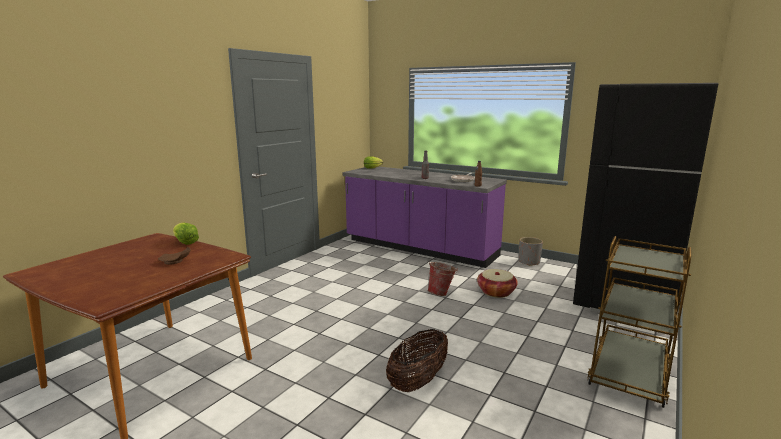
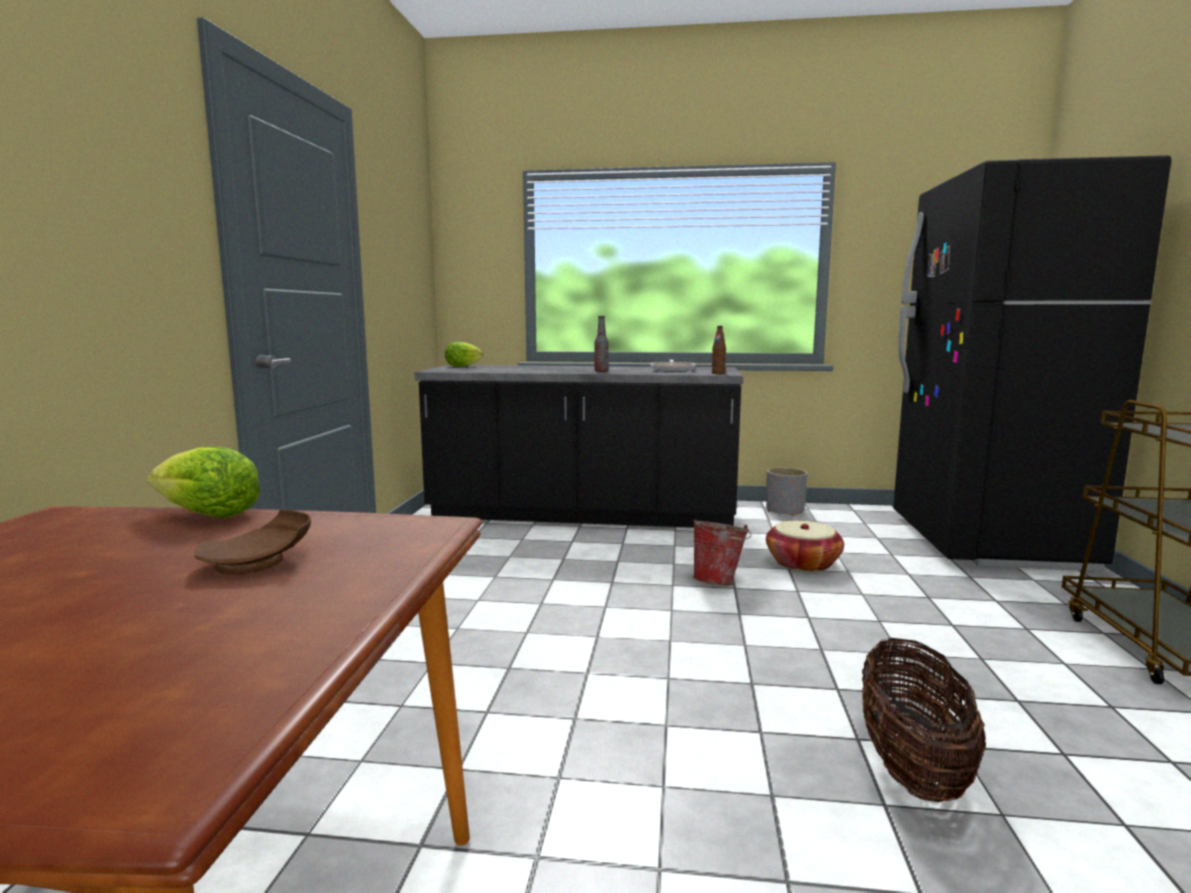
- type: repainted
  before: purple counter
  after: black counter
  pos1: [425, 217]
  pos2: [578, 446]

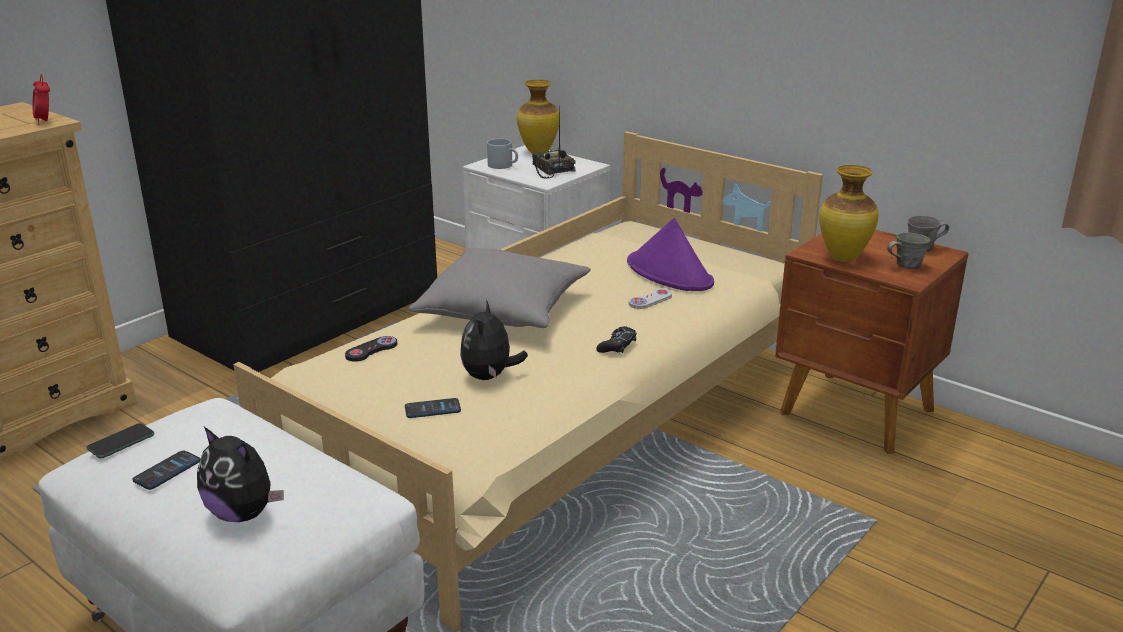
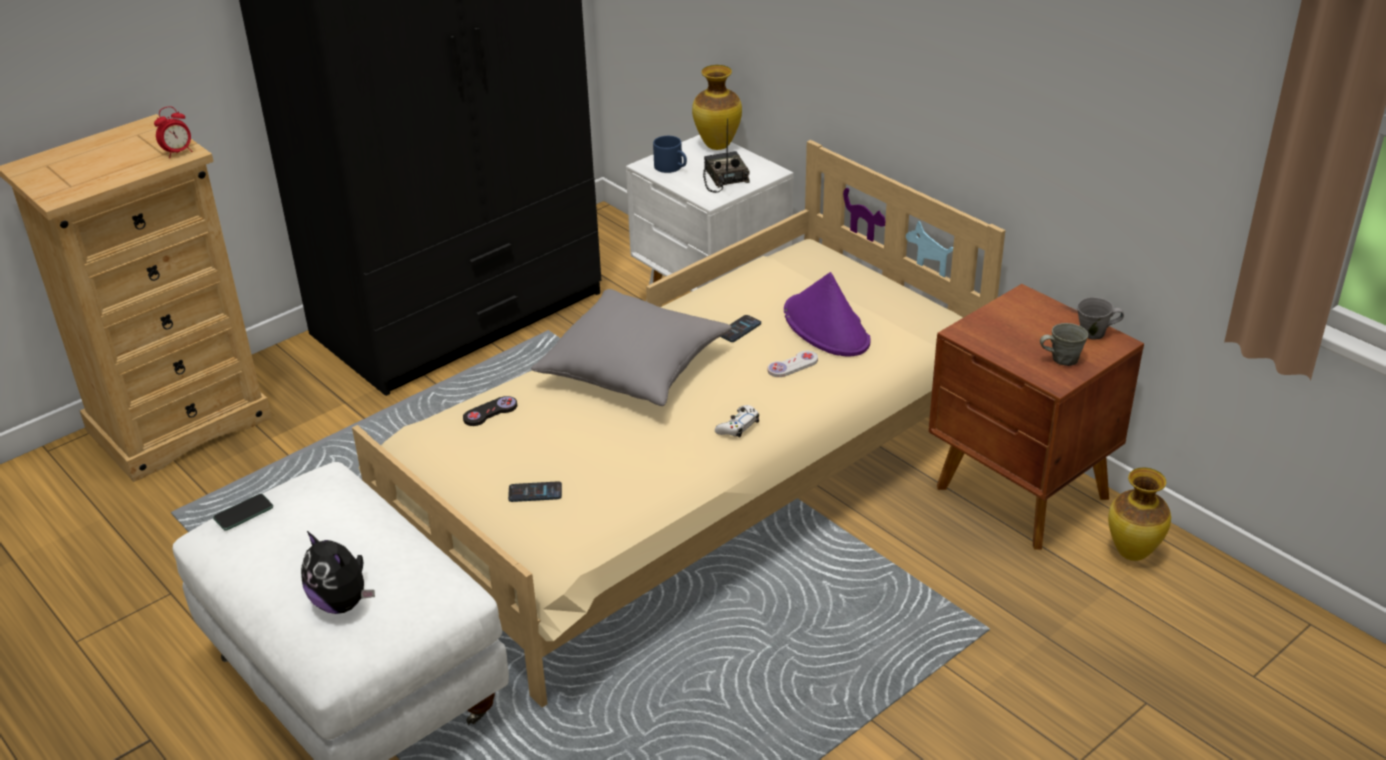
- type: rotated
  before: alarm clock
  pos1: [41, 99]
  pos2: [173, 132]
  turn: -105
- type: repainted
  before: grey mug
  after: blue mug
  pos1: [502, 154]
  pos2: [670, 154]
- type: shifted
  before: vase
  pos1: [849, 213]
  pos2: [1139, 514]
- type: gone
  before: plush toy
  pos1: [494, 340]
- type: repainted
  before: black game controller
  after: white game controller
  pos1: [616, 339]
  pos2: [737, 421]
- type: shifted
  before: phone
  pos1: [166, 470]
  pos2: [741, 328]

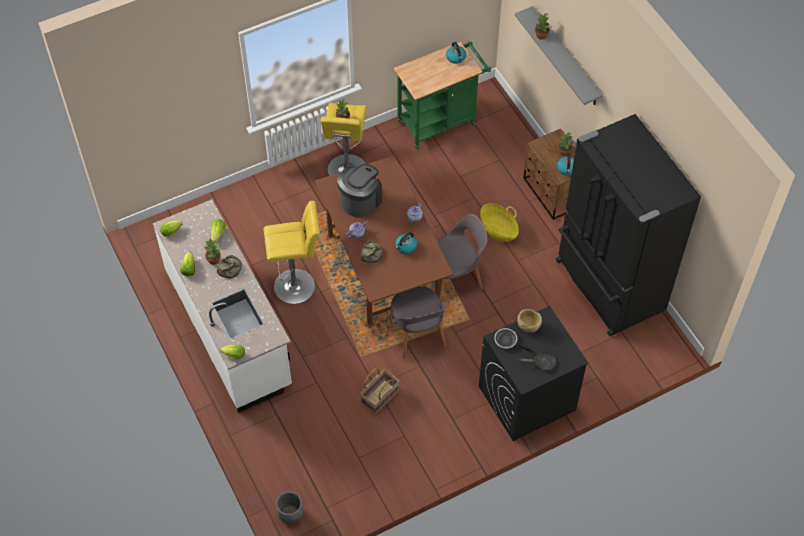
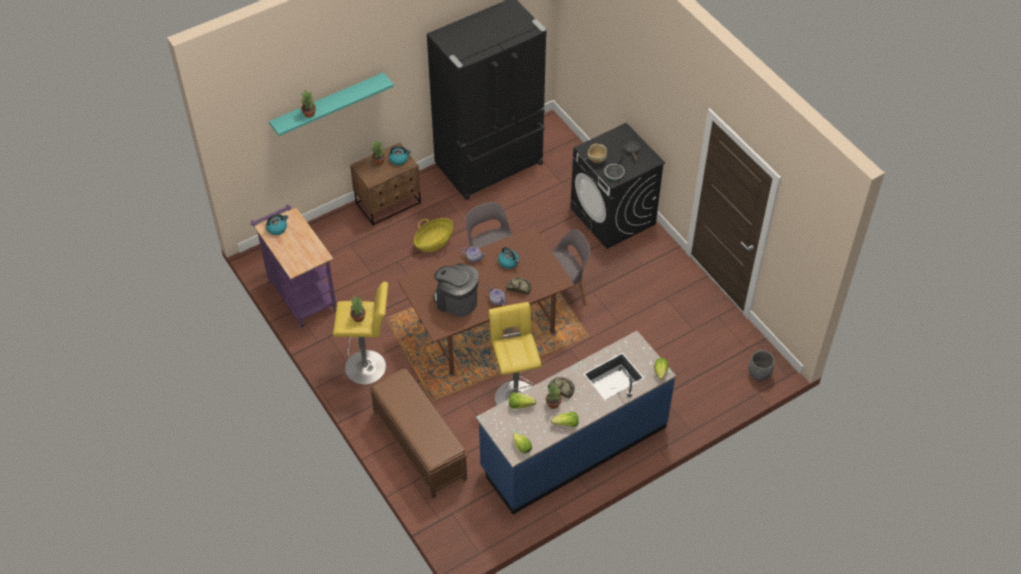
- type: repainted
  before: grey shelf
  after: turquoise shelf
  pos1: [559, 55]
  pos2: [331, 104]
- type: repainted
  before: green cart
  after: purple cart
  pos1: [442, 96]
  pos2: [293, 266]
- type: repainted
  before: white counter
  after: blue counter
  pos1: [222, 306]
  pos2: [576, 422]
- type: gone
  before: basket
  pos1: [380, 391]
- type: new
  after: brown bench
  pos2: [418, 434]

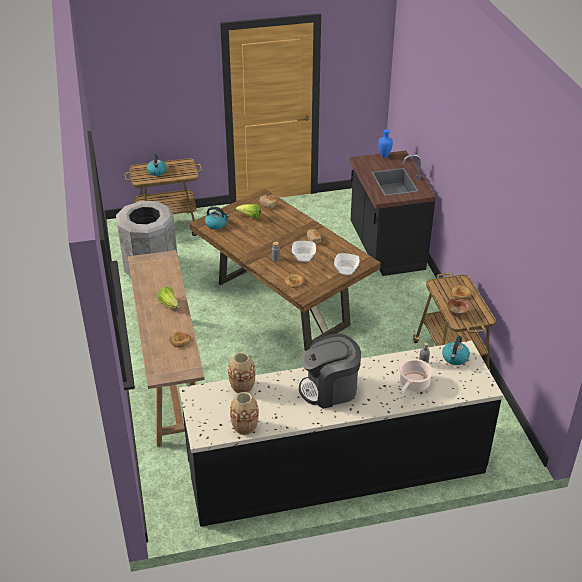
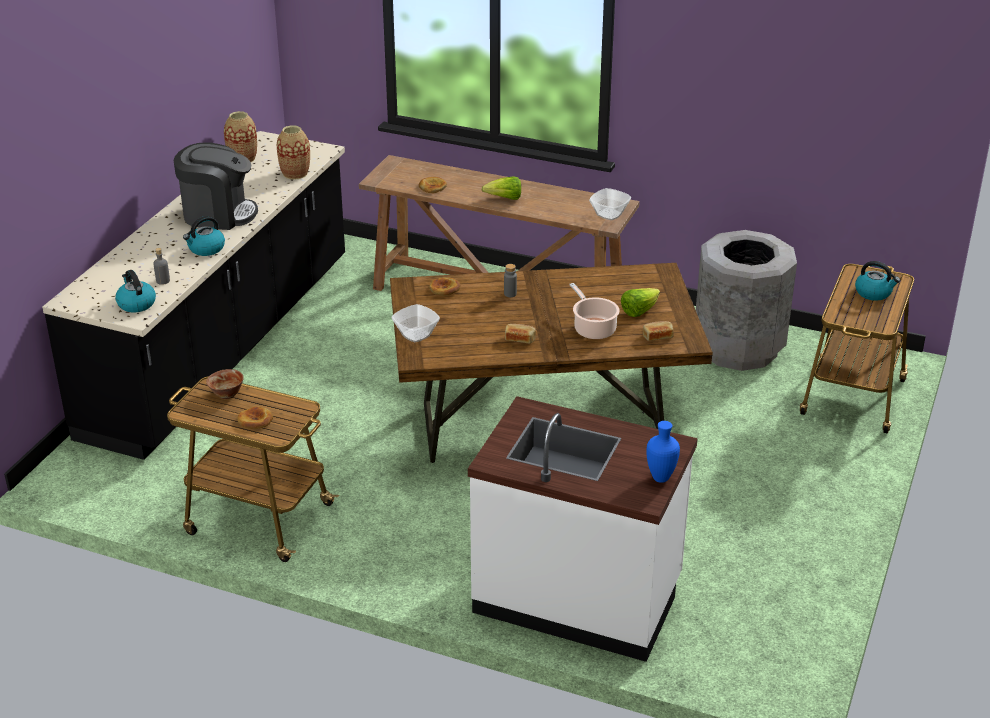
- type: repainted
  before: black counter
  after: white counter
  pos1: [392, 213]
  pos2: [583, 529]
- type: shifted
  before: kettle
  pos1: [217, 218]
  pos2: [204, 236]
- type: shifted
  before: bowl
  pos1: [304, 251]
  pos2: [610, 204]
- type: rotated
  before: coffee machine
  pos1: [330, 371]
  pos2: [216, 186]
  turn: 75
- type: shifted
  before: cooking pot
  pos1: [416, 376]
  pos2: [594, 311]

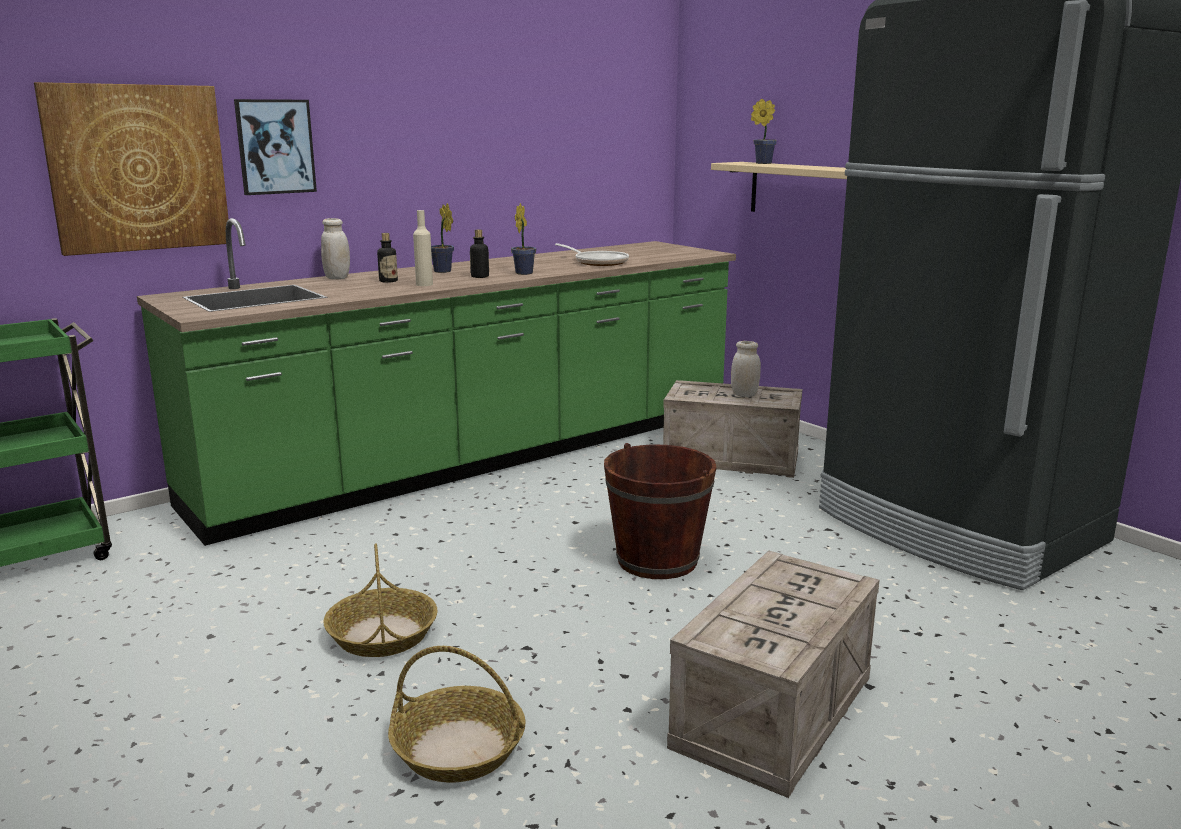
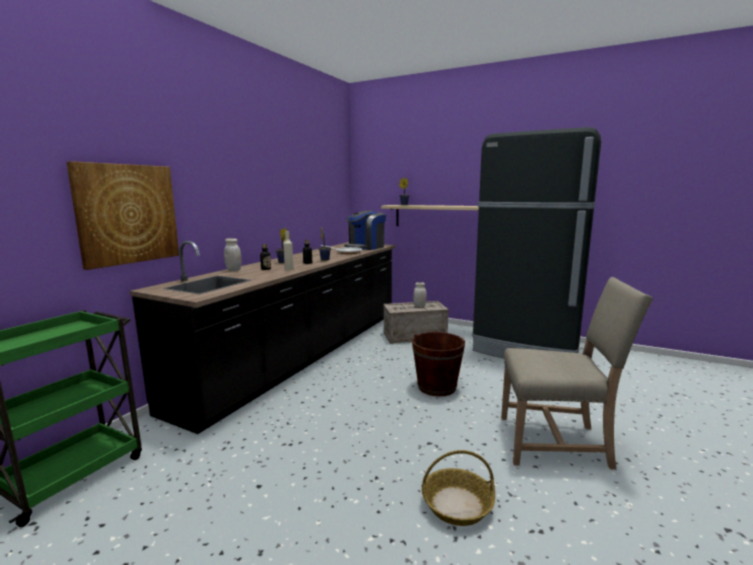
- type: gone
  before: picture
  pos1: [275, 147]
- type: repainted
  before: green counter
  after: black counter
  pos1: [436, 382]
  pos2: [262, 337]
- type: gone
  before: basket
  pos1: [380, 600]
- type: swapped
  before: crate
  after: beige chair
  pos1: [773, 674]
  pos2: [577, 373]
- type: new
  after: coffee machine
  pos2: [365, 230]

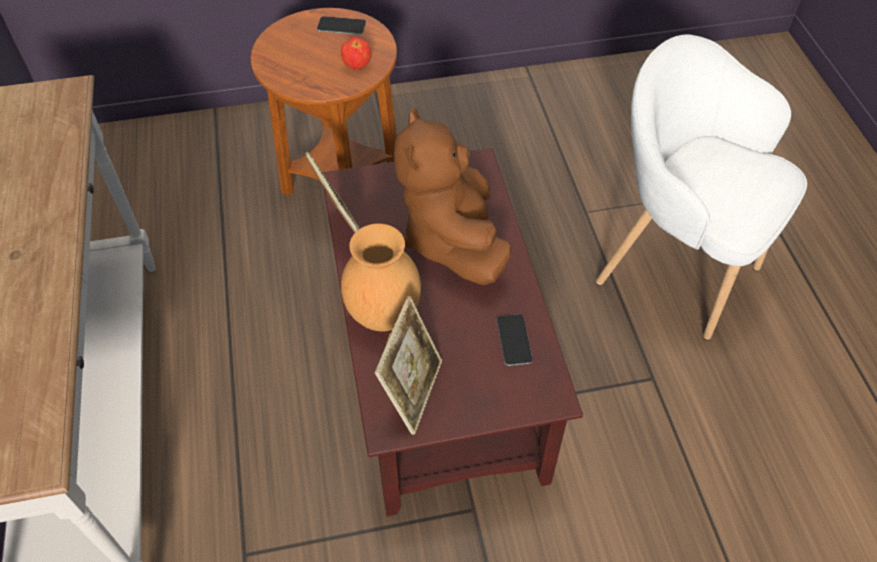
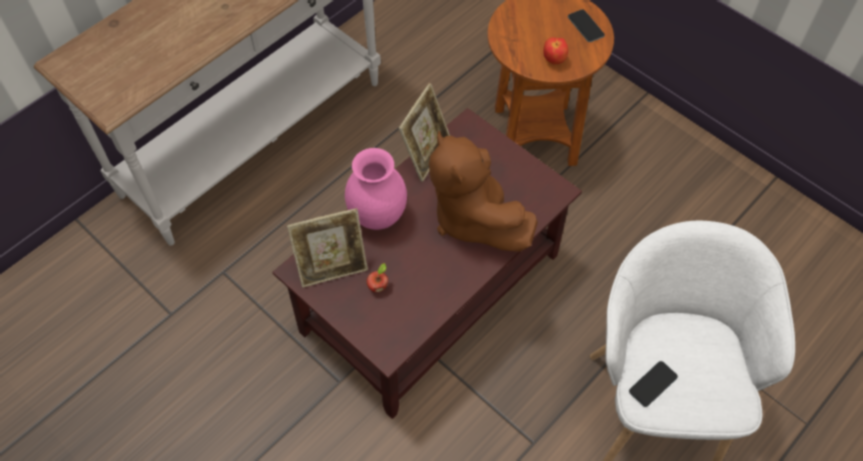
- type: rotated
  before: brown plush toy
  pos1: [452, 196]
  pos2: [483, 191]
  turn: -75
- type: repainted
  before: brown vase
  after: pink vase
  pos1: [381, 278]
  pos2: [376, 189]
- type: shifted
  before: phone
  pos1: [515, 340]
  pos2: [653, 384]
- type: new
  after: apple
  pos2: [377, 277]

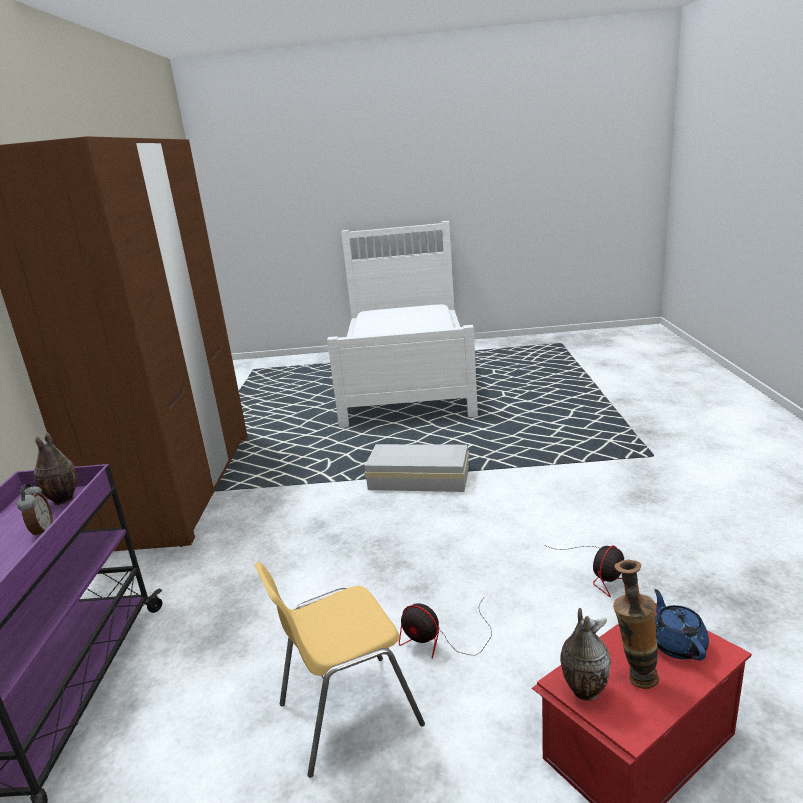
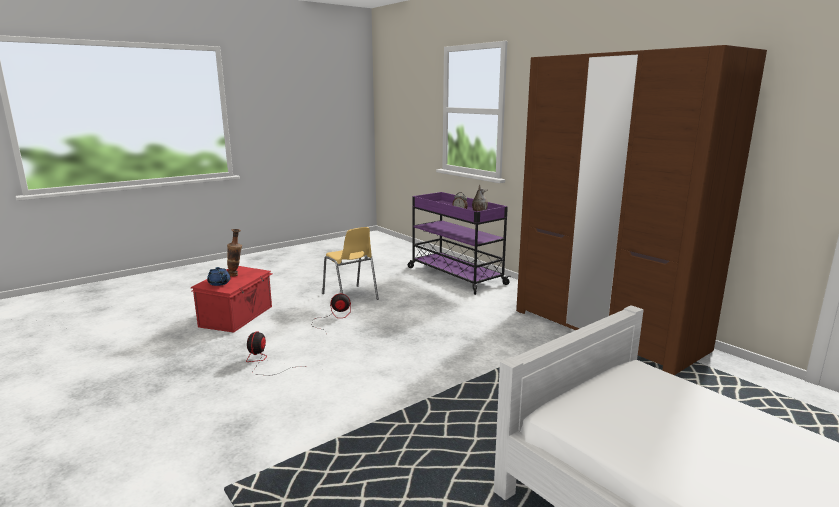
- type: gone
  before: white storage box
  pos1: [416, 468]
- type: rotated
  before: yellow chair
  pos1: [339, 670]
  pos2: [350, 263]
  turn: 120
- type: gone
  before: vase
  pos1: [585, 654]

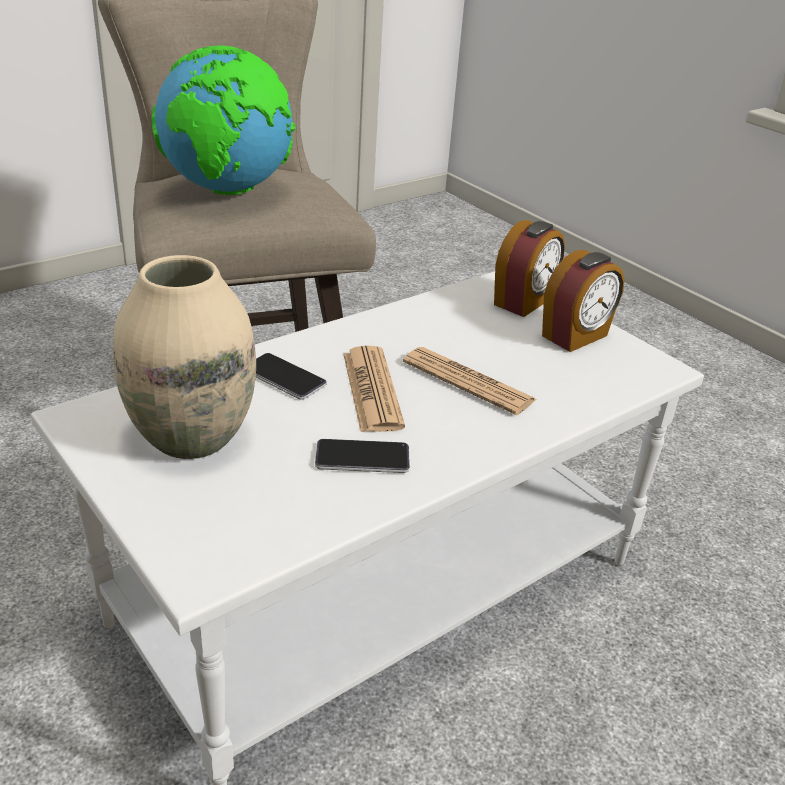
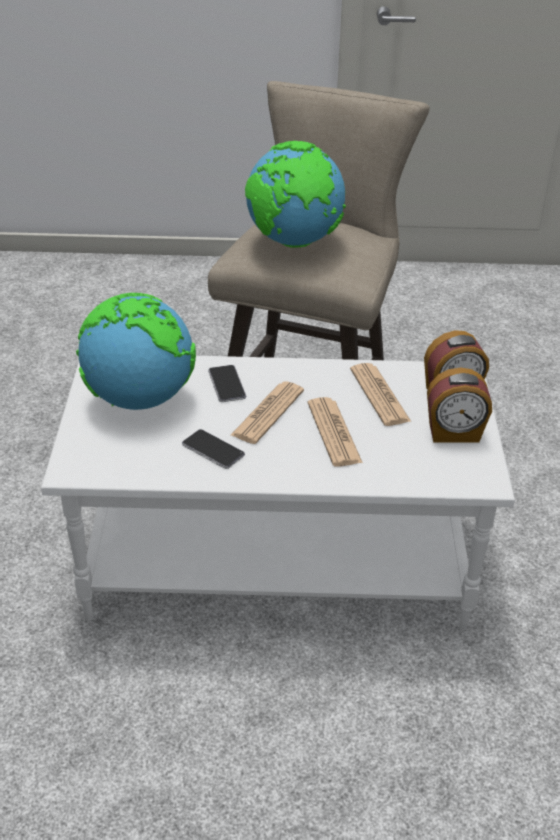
- type: swapped
  before: beige vase
  after: globe
  pos1: [185, 357]
  pos2: [136, 351]
- type: new
  after: newspaper
  pos2: [380, 394]

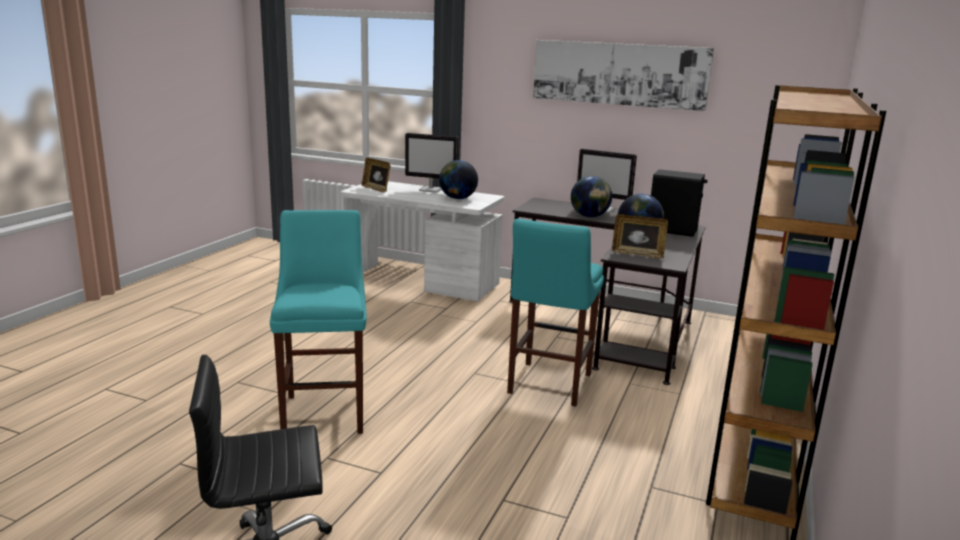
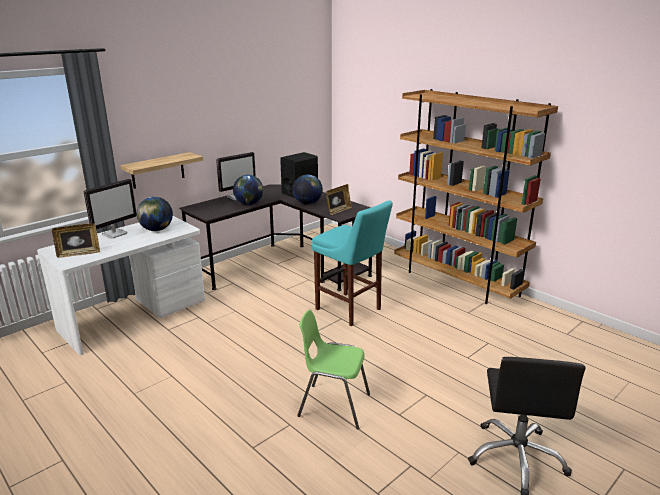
- type: gone
  before: picture
  pos1: [623, 75]
- type: swapped
  before: turquoise stool
  after: green chair
  pos1: [318, 322]
  pos2: [333, 369]
- type: new
  after: shelf
  pos2: [161, 170]

